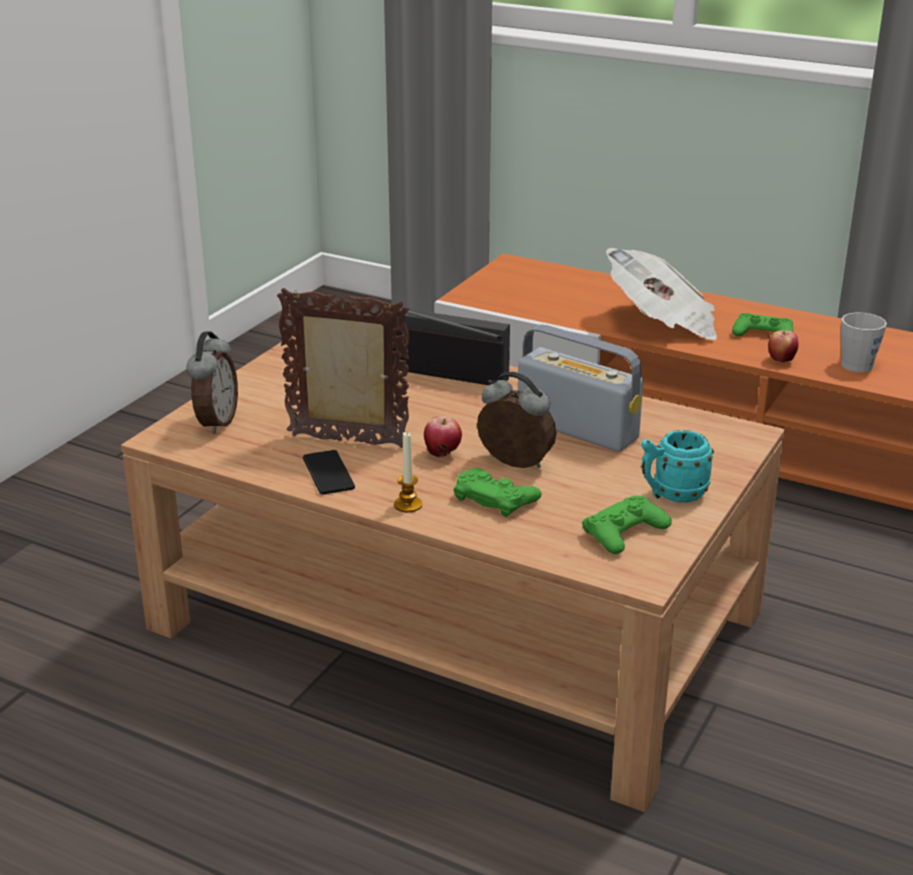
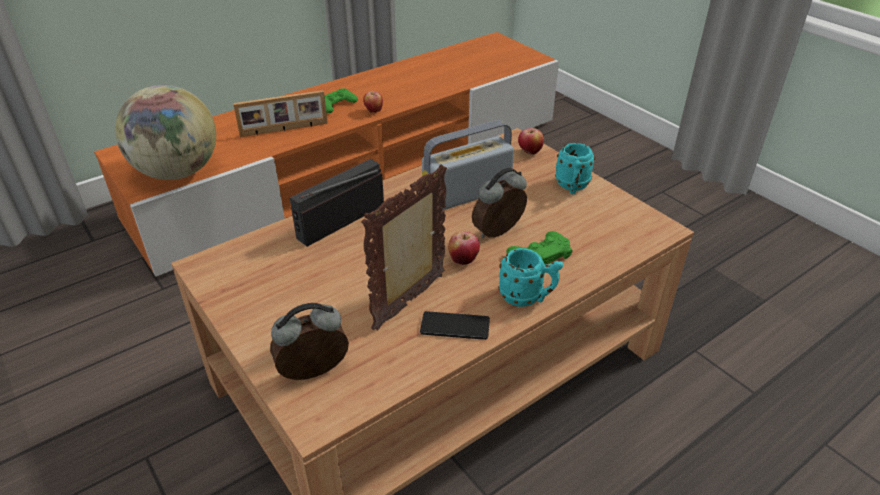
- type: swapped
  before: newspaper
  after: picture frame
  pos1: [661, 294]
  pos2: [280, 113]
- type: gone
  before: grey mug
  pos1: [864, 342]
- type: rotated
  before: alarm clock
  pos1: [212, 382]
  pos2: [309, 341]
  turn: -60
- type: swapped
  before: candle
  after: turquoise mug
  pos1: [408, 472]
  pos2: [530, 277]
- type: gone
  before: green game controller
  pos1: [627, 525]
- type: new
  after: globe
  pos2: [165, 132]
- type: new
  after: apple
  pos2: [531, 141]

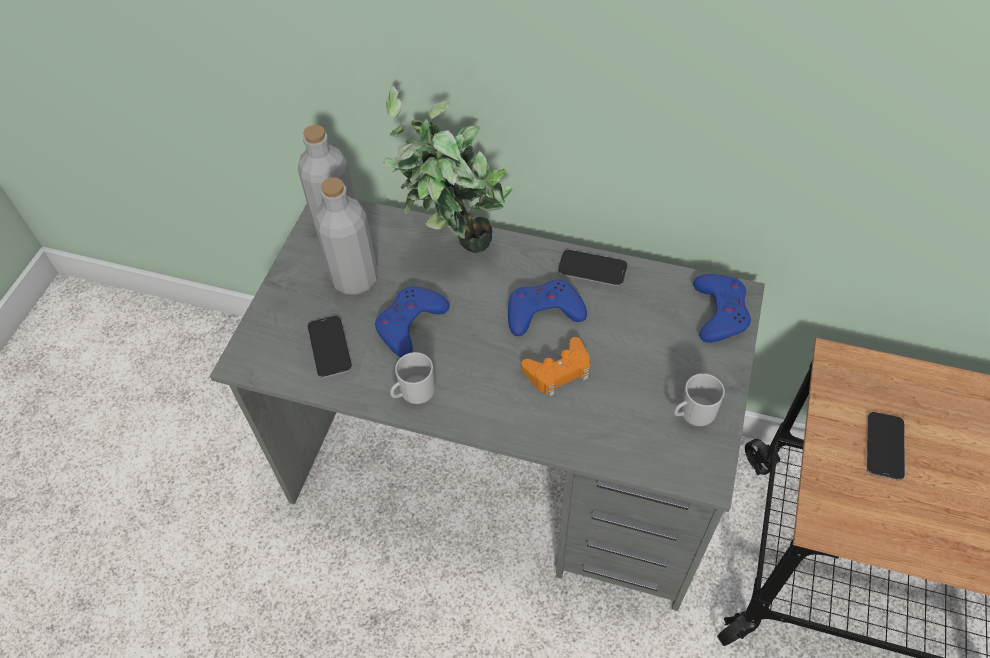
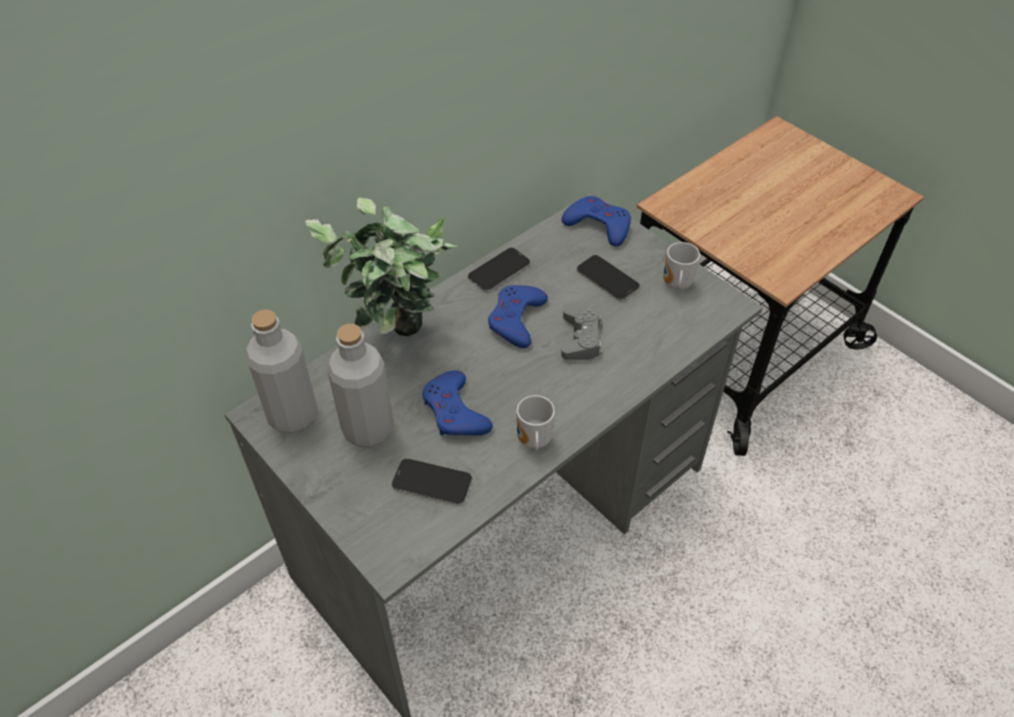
- type: repainted
  before: orange game controller
  after: grey game controller
  pos1: [556, 367]
  pos2: [581, 333]
- type: shifted
  before: phone
  pos1: [885, 446]
  pos2: [608, 278]

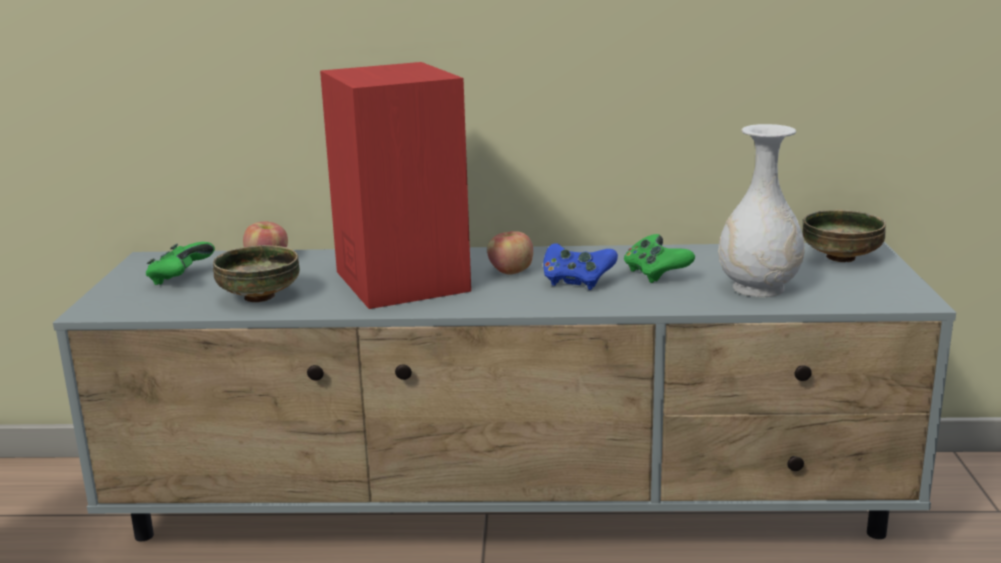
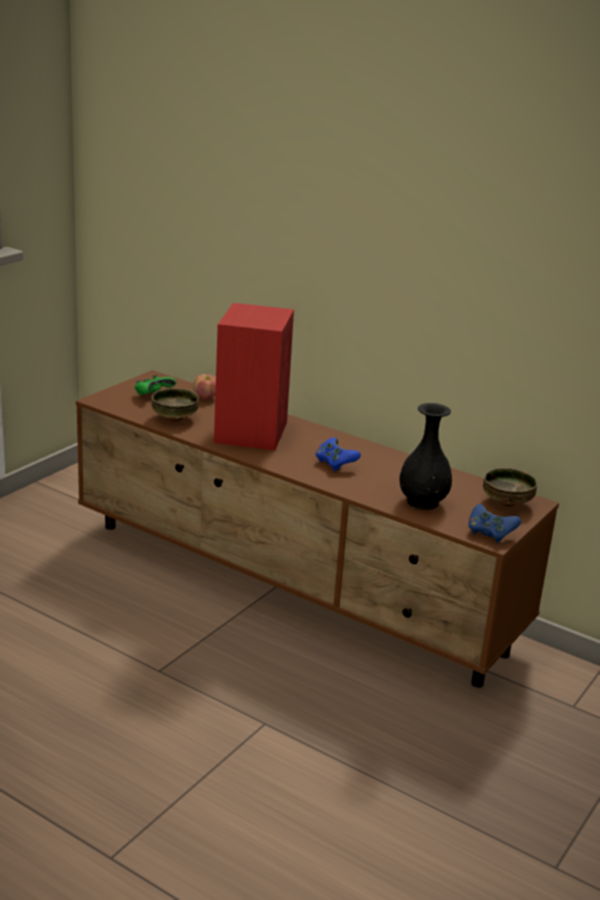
- type: repainted
  before: white vase
  after: black vase
  pos1: [761, 210]
  pos2: [426, 456]
- type: gone
  before: apple
  pos1: [510, 253]
- type: gone
  before: green game controller
  pos1: [659, 258]
- type: repainted
  before: grey tv stand
  after: brown tv stand
  pos1: [504, 391]
  pos2: [317, 529]
- type: new
  after: blue game controller
  pos2: [495, 523]

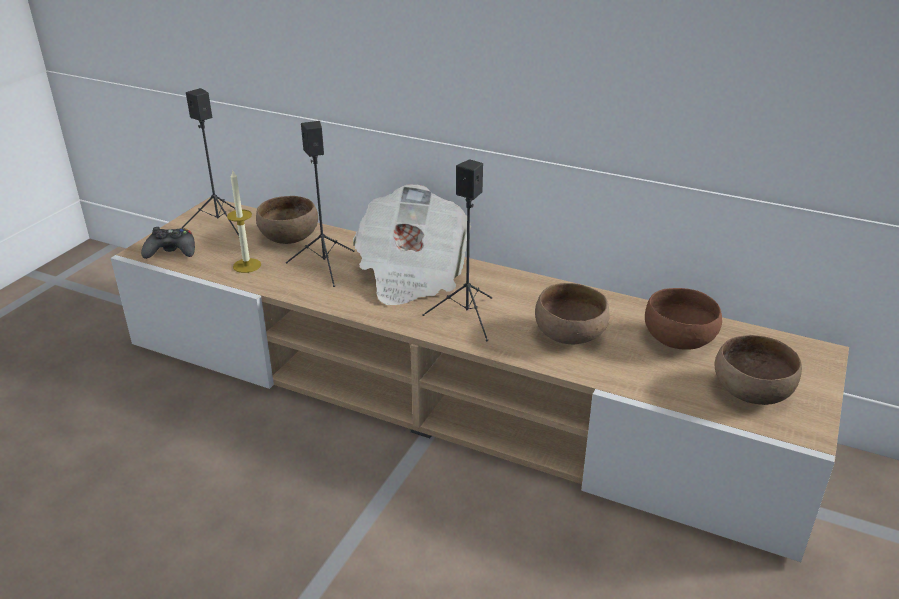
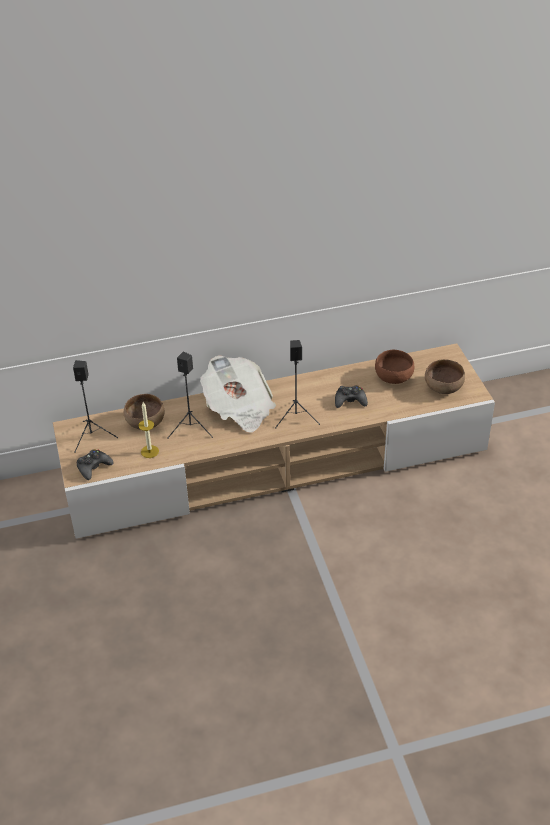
- type: swapped
  before: brown bowl
  after: black game controller
  pos1: [572, 314]
  pos2: [351, 397]

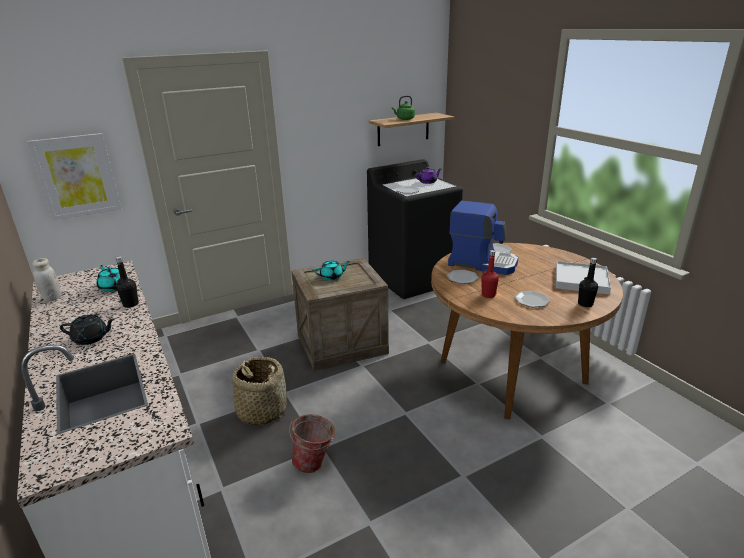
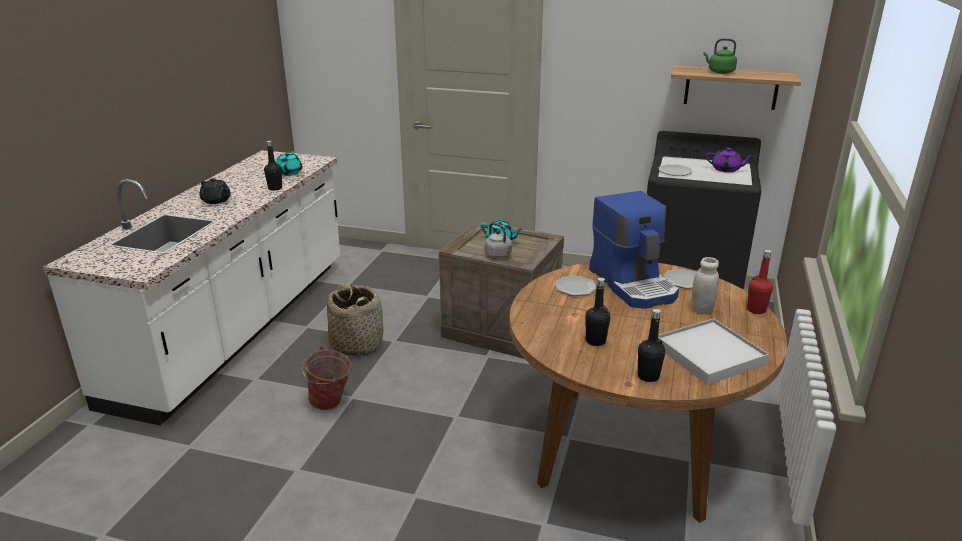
- type: gone
  before: picture
  pos1: [74, 177]
- type: shifted
  before: red bottle
  pos1: [490, 274]
  pos2: [760, 282]
- type: shifted
  before: white jar
  pos1: [47, 279]
  pos2: [705, 285]
- type: swapped
  before: plate
  after: black bottle
  pos1: [532, 299]
  pos2: [597, 311]
- type: new
  after: grey kettle
  pos2: [499, 240]

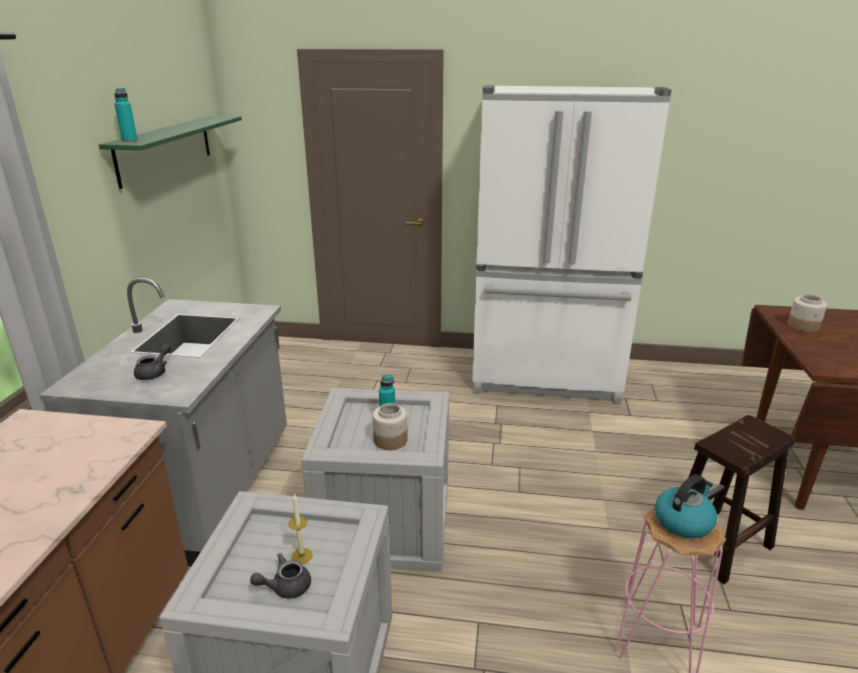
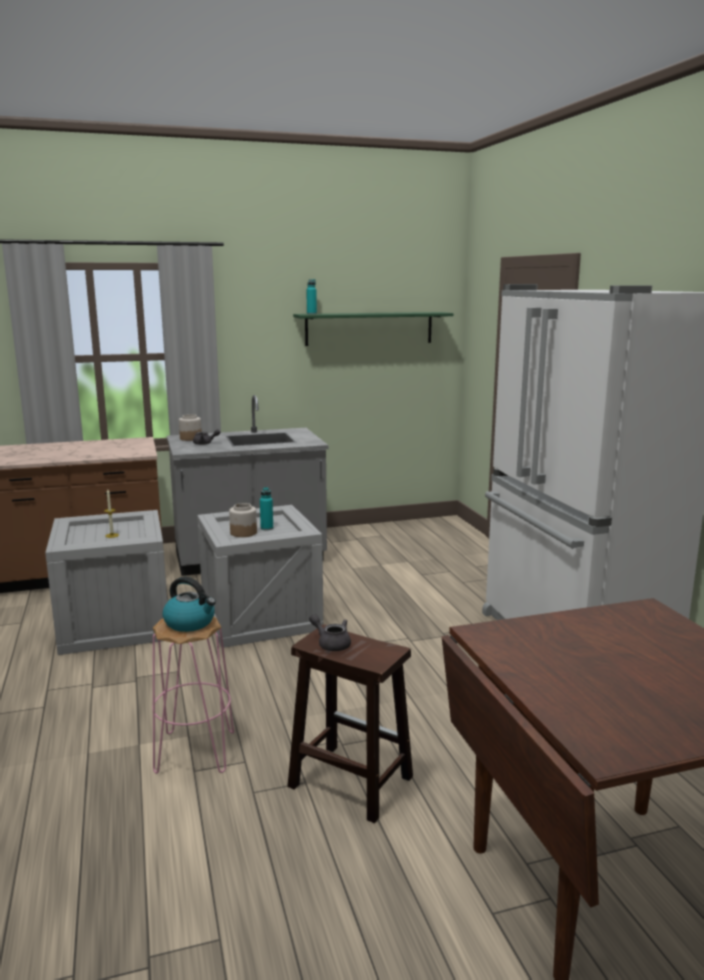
- type: shifted
  before: jar
  pos1: [807, 313]
  pos2: [190, 427]
- type: shifted
  before: grey teapot
  pos1: [280, 576]
  pos2: [330, 632]

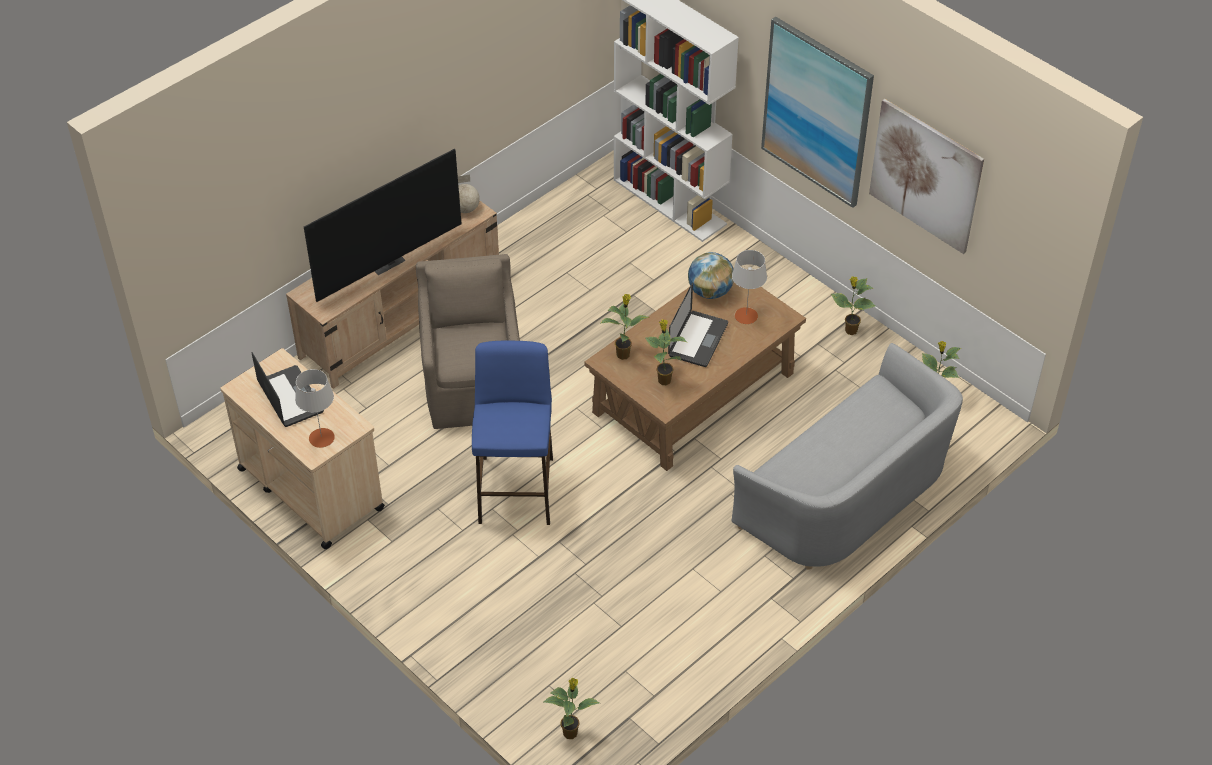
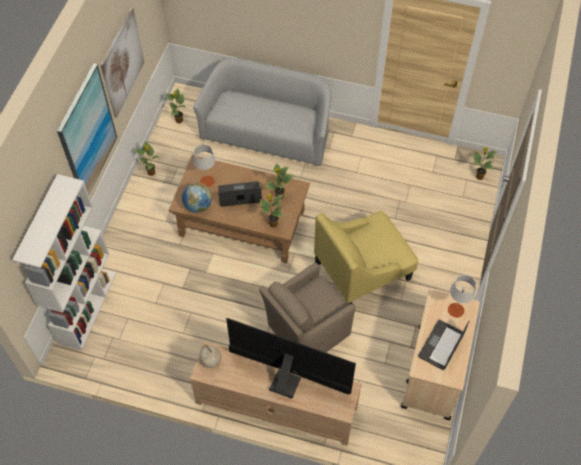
- type: swapped
  before: blue stool
  after: yellow armchair
  pos1: [512, 433]
  pos2: [366, 258]

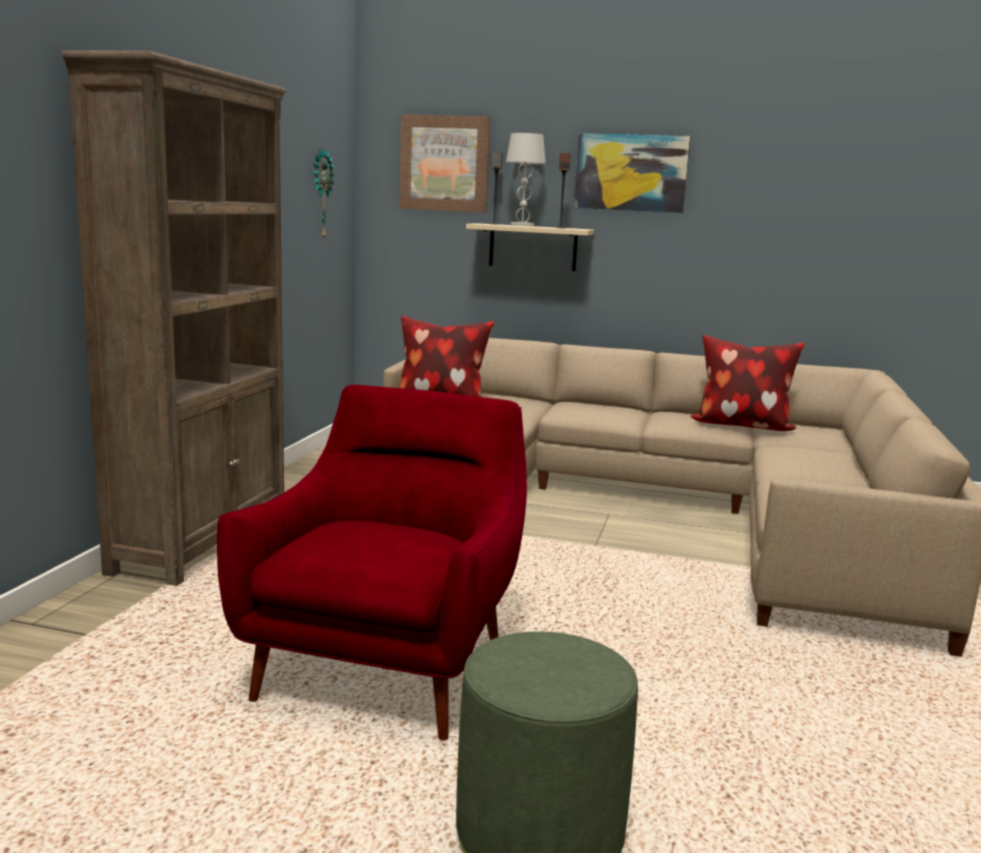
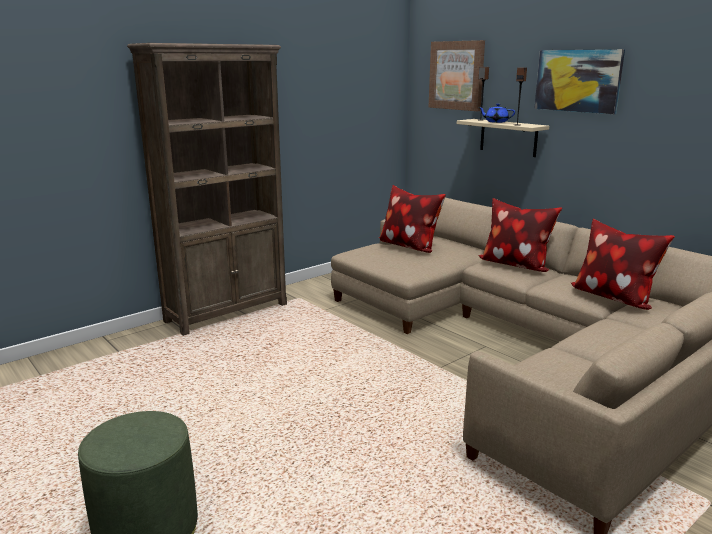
- type: swapped
  before: white table lamp
  after: blue teapot
  pos1: [526, 180]
  pos2: [496, 113]
- type: gone
  before: wall clock
  pos1: [323, 193]
- type: gone
  before: red armchair
  pos1: [372, 562]
- type: new
  after: pillow
  pos2: [520, 235]

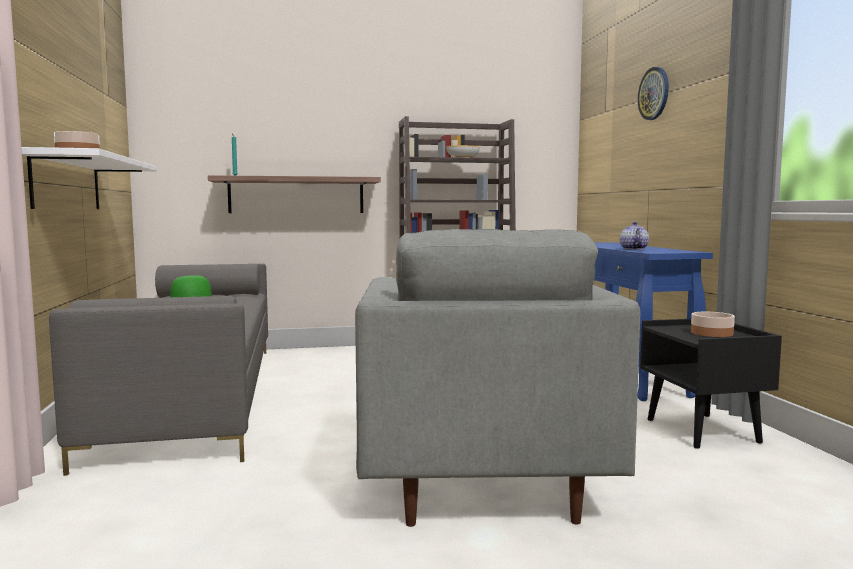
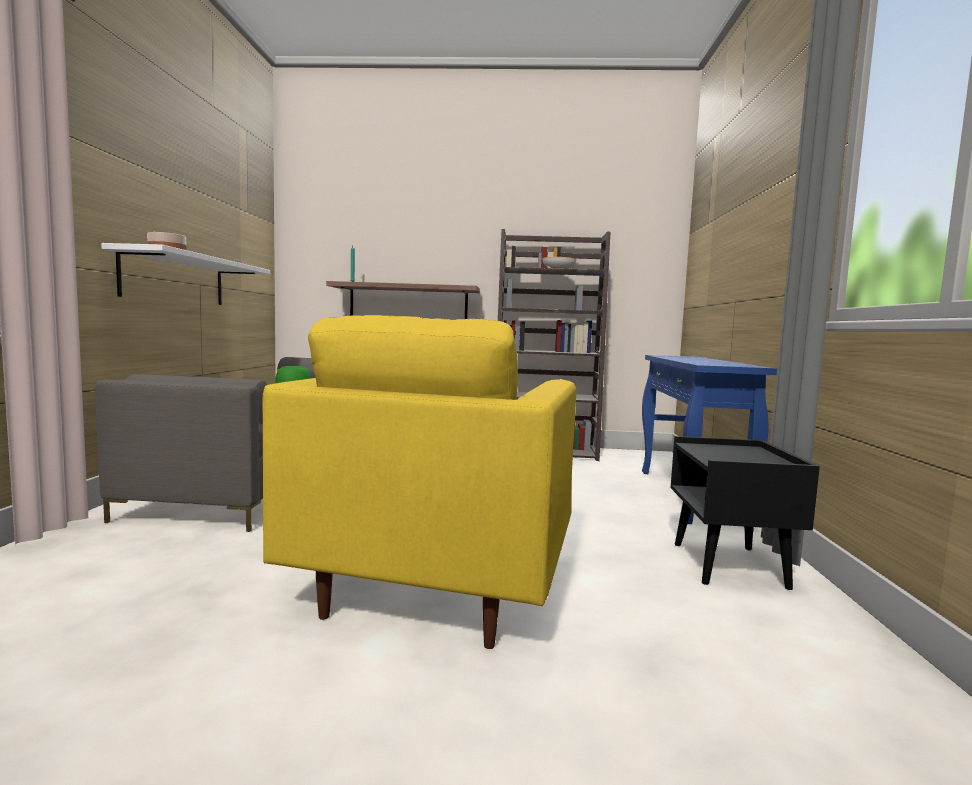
- type: gone
  before: wall clock
  pos1: [653, 93]
- type: gone
  before: teapot
  pos1: [634, 236]
- type: repainted
  before: grey armchair
  after: yellow armchair
  pos1: [497, 378]
  pos2: [419, 482]
- type: gone
  before: bowl
  pos1: [713, 324]

